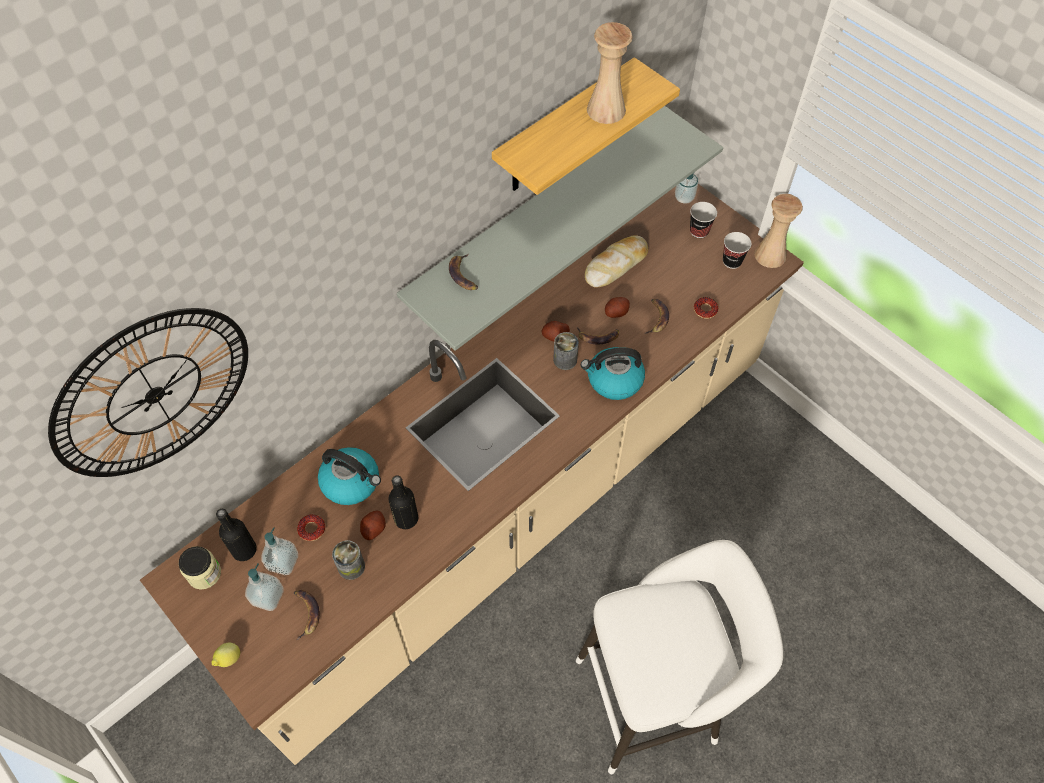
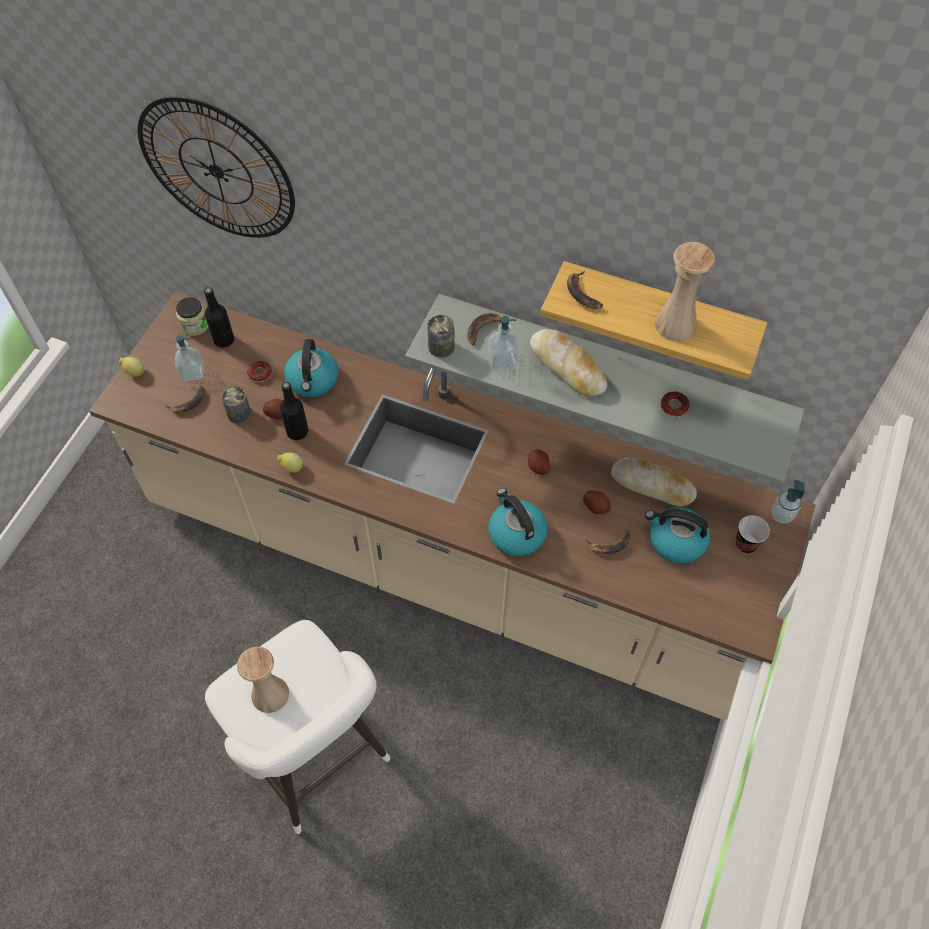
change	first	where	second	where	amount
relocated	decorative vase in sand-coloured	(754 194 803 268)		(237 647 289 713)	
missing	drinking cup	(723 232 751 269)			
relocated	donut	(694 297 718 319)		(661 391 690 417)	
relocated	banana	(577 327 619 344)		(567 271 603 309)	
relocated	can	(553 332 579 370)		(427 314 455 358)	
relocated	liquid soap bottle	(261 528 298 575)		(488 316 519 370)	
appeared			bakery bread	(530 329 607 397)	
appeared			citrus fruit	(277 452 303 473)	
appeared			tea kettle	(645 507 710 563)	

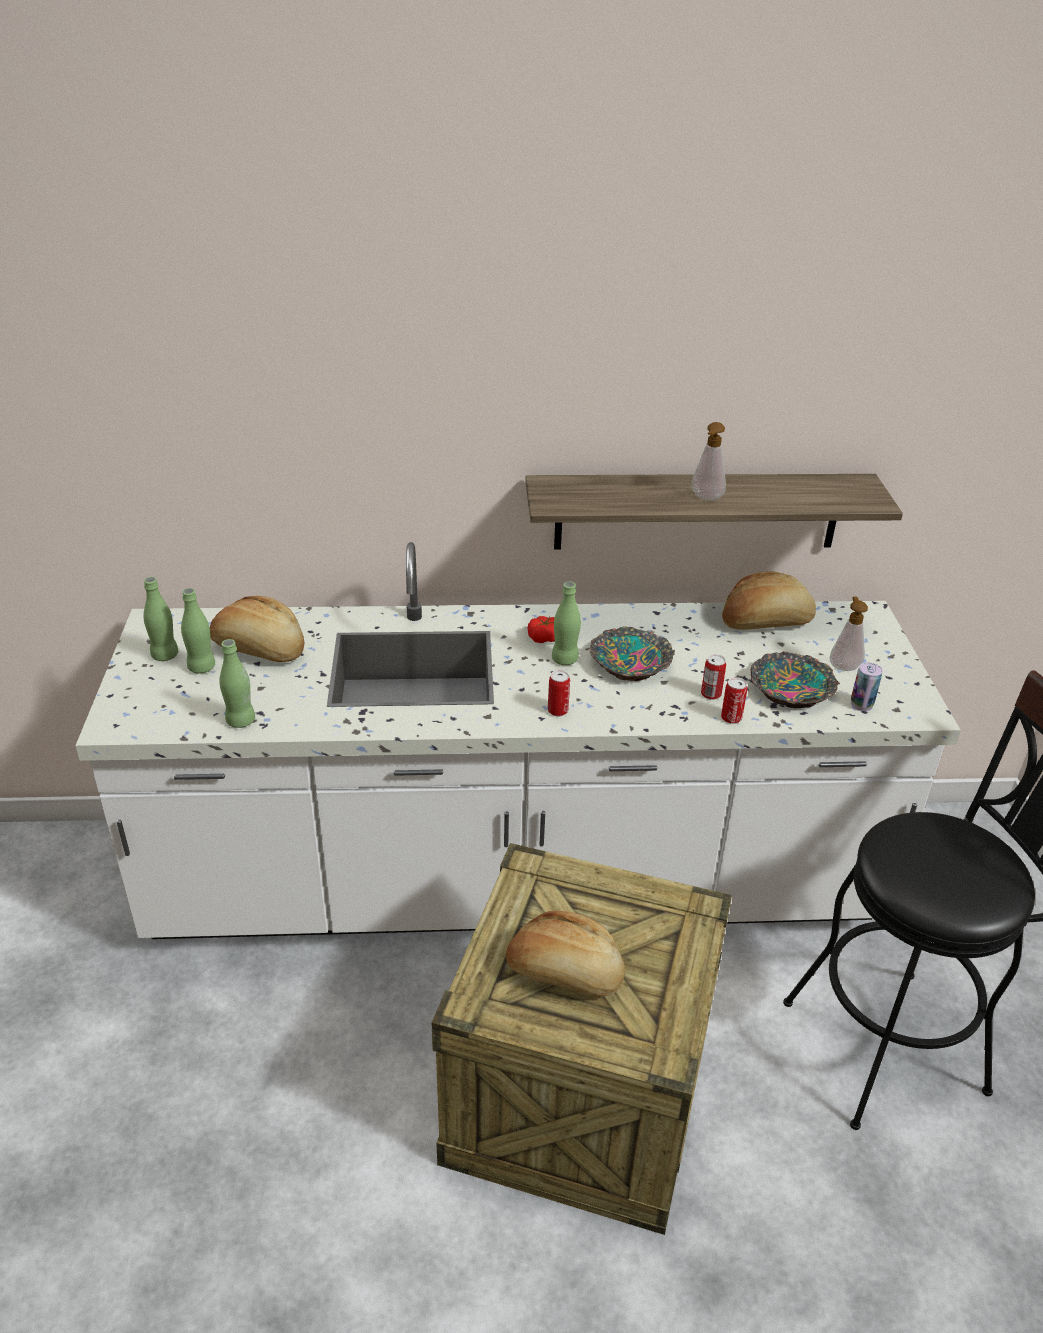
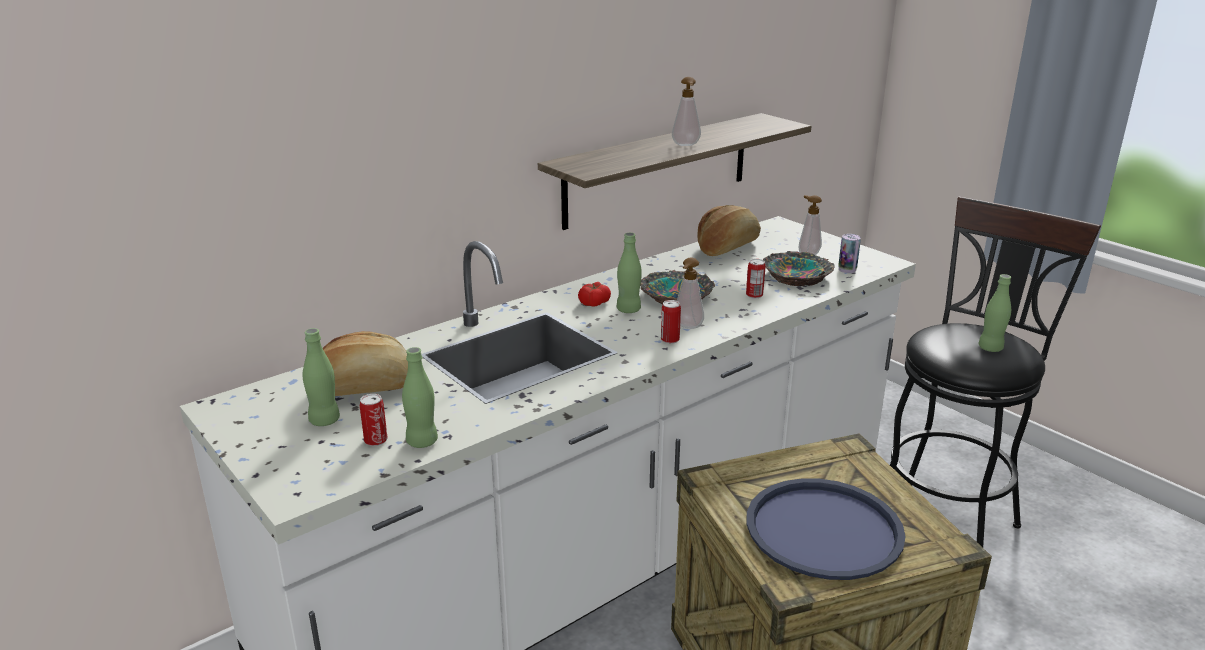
change	first	where	second	where	amount
relocated	bottle in green	(143 577 179 661)		(978 274 1011 352)	
relocated	can	(721 677 747 724)		(360 394 388 446)	
exchanged	bakery bread	(506 911 625 997)	serving tray in blue-coloured	(747 478 906 580)	
appeared			liquid soap bottle	(677 258 704 329)	

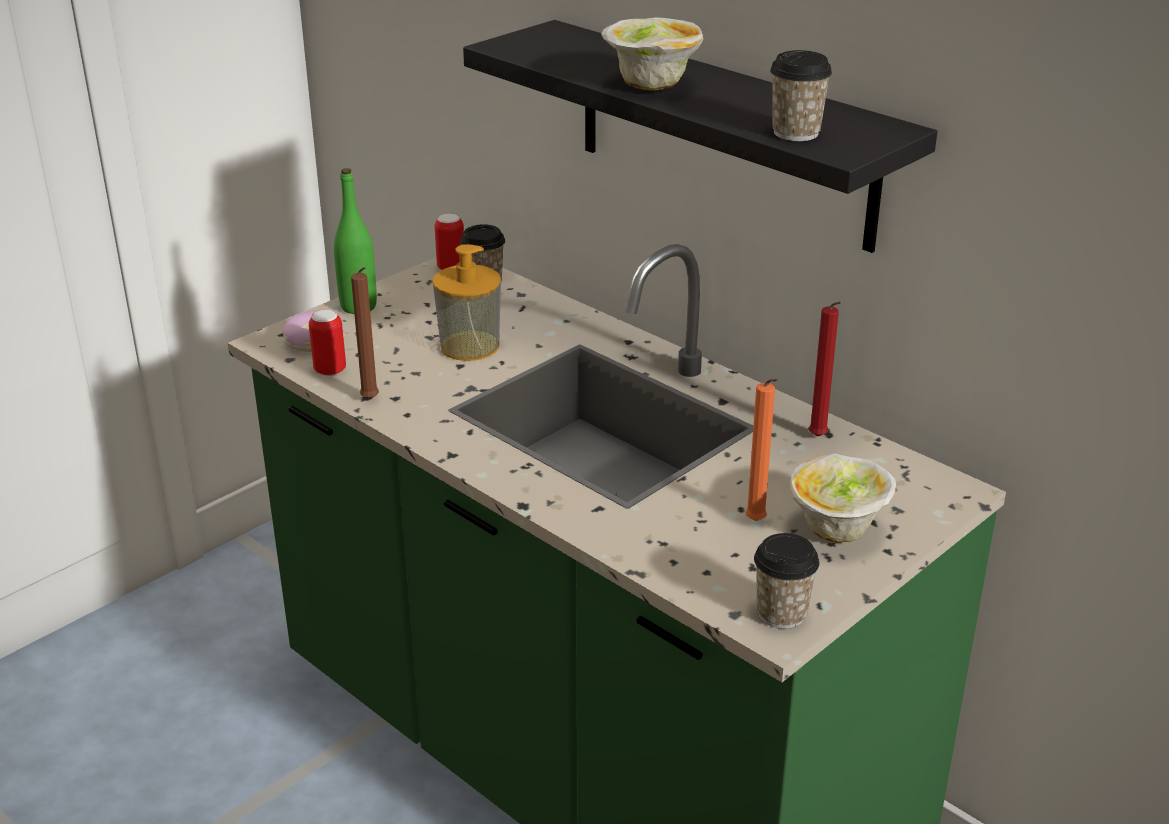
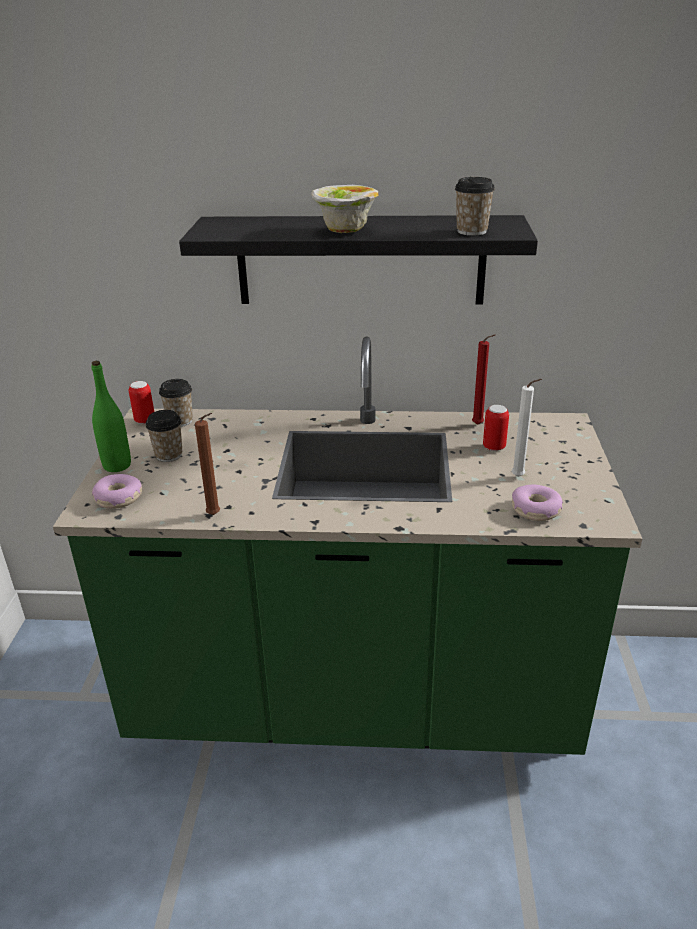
change	first	where	second	where	amount
missing	liquid soap bottle	(433 244 501 361)			
relocated	can	(309 310 346 376)		(483 405 509 451)	
colour	wax light in orange	(745 379 778 521)	wax light in white	(512 379 542 477)	
missing	deep dish	(790 453 896 543)			
relocated	drinking cup	(754 533 819 629)		(146 410 182 462)	
appeared			donut	(512 485 563 521)	

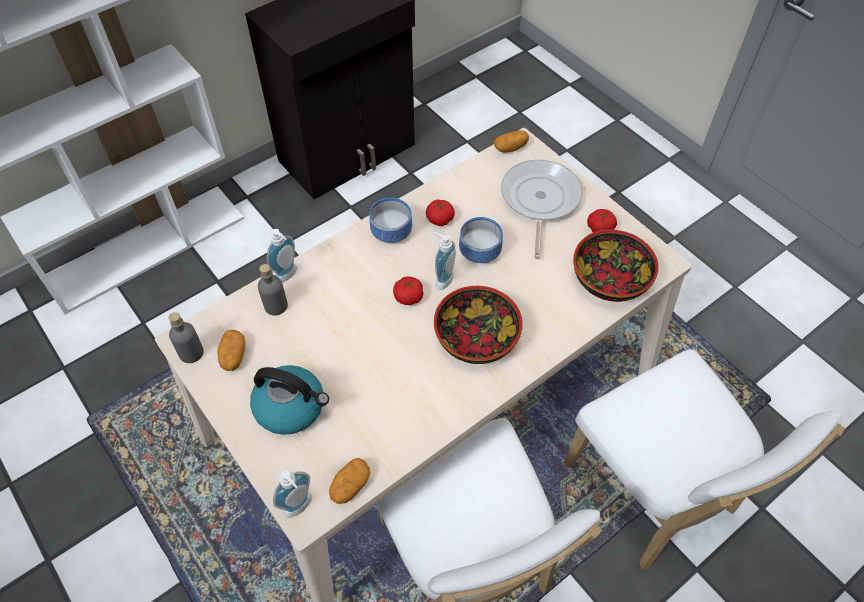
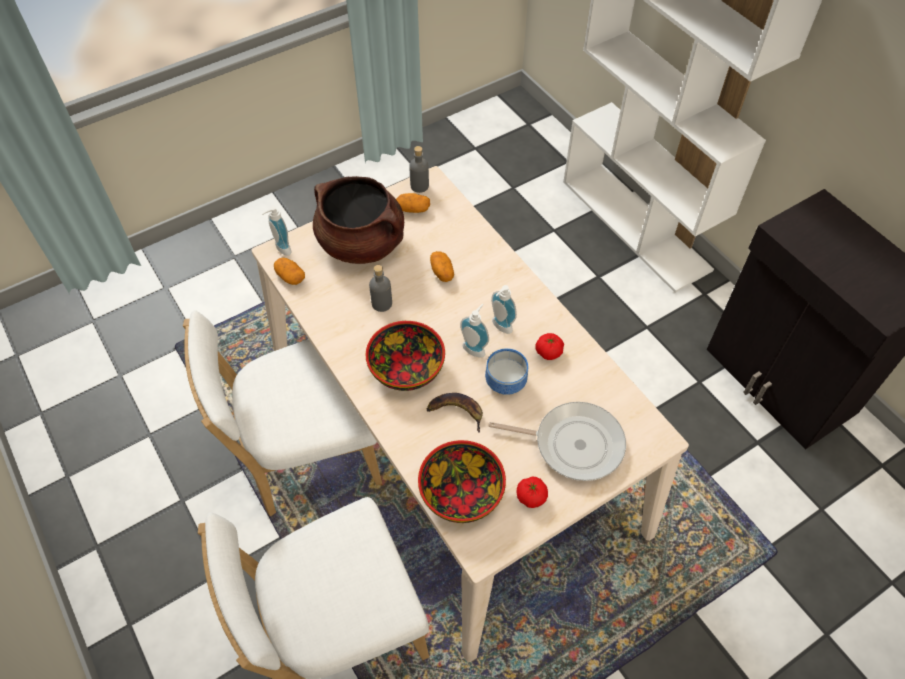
change	first	where	second	where	amount
relocated	potato	(494 130 529 153)		(430 251 454 282)	
missing	deep dish	(369 198 412 243)			
relocated	liquid soap bottle	(267 229 297 283)		(491 285 517 334)	
relocated	bottle in gray	(258 264 288 316)		(369 265 392 312)	
missing	fresh tomato	(393 277 424 305)			
exchanged	tea kettle	(250 365 329 435)	saucepot in brown	(313 176 404 264)	
appeared			banana	(427 393 483 433)	

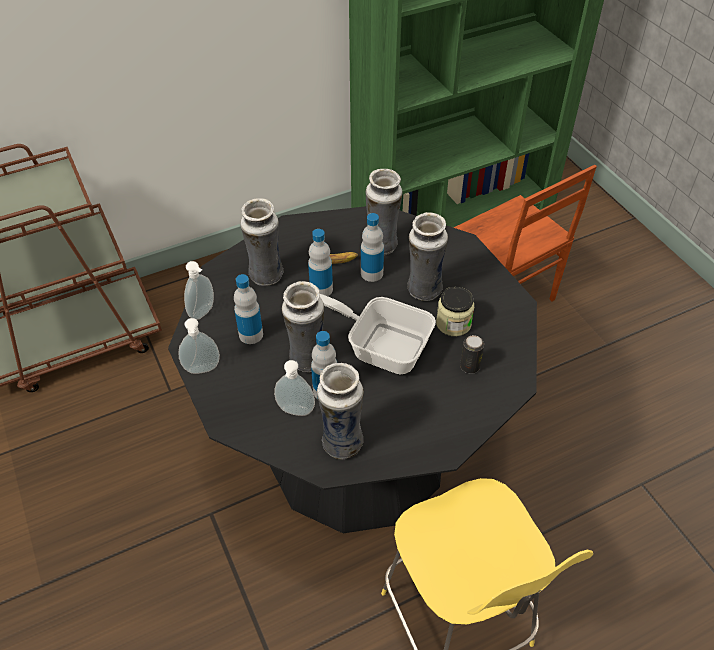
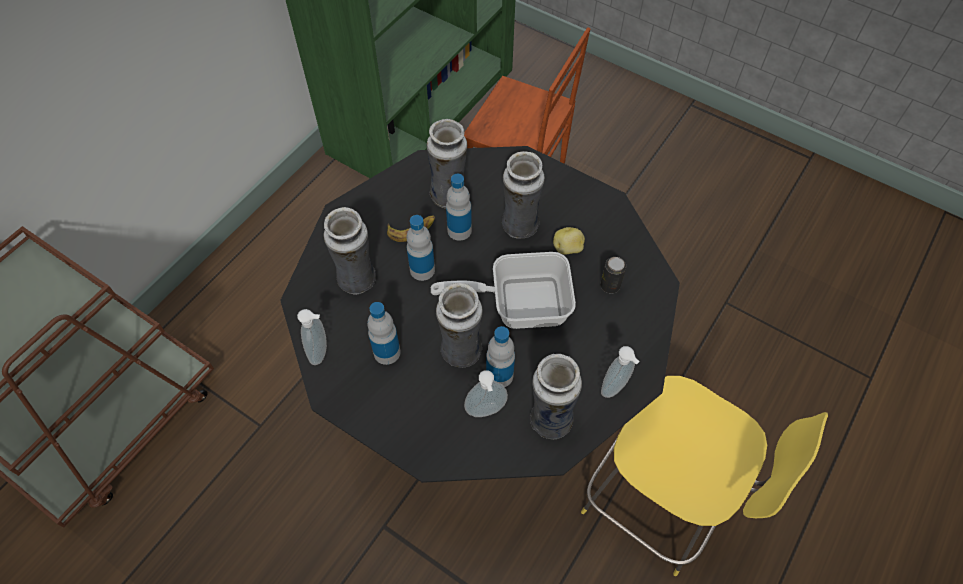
change	first	where	second	where	amount
exchanged	jar	(436 287 474 336)	potato	(553 227 585 255)	
relocated	liquid soap bottle	(178 318 220 374)		(601 346 640 398)	

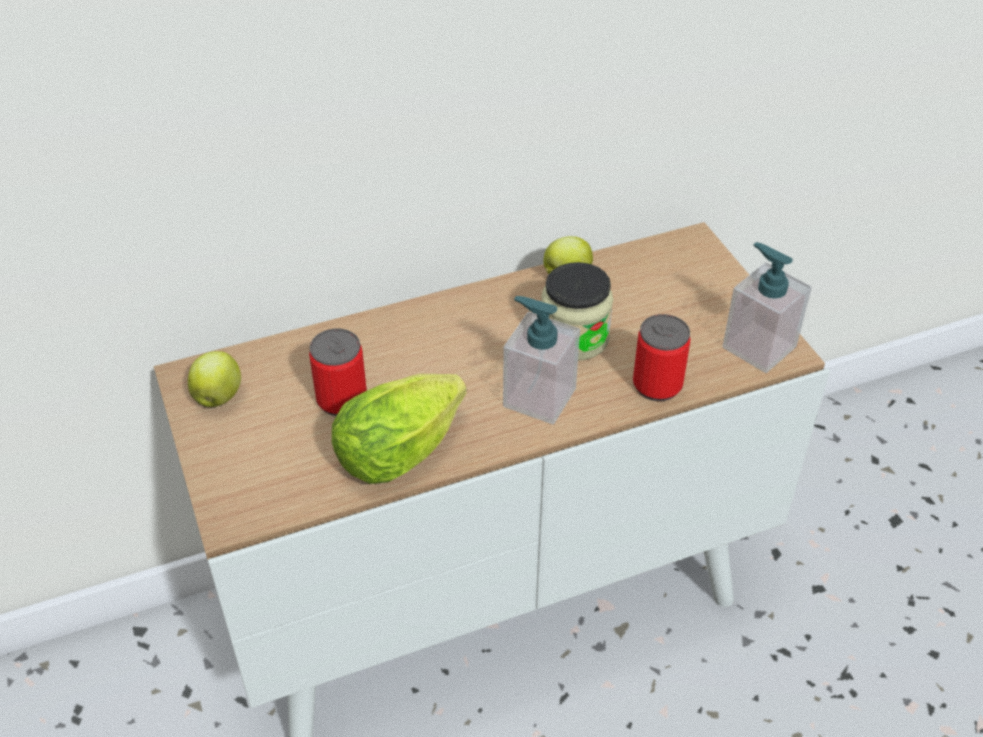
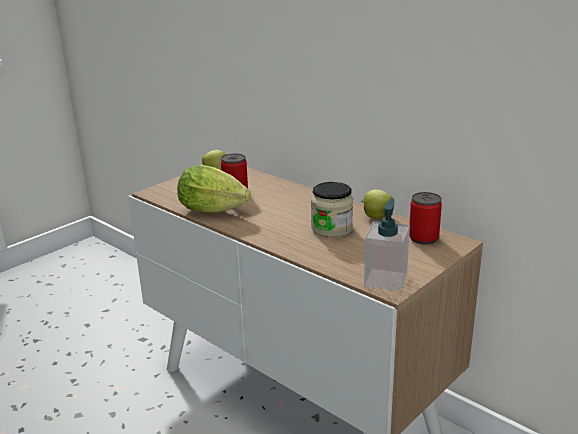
change	first	where	second	where	amount
missing	liquid soap bottle	(503 296 580 424)			
relocated	can	(633 314 691 401)		(409 192 442 245)	

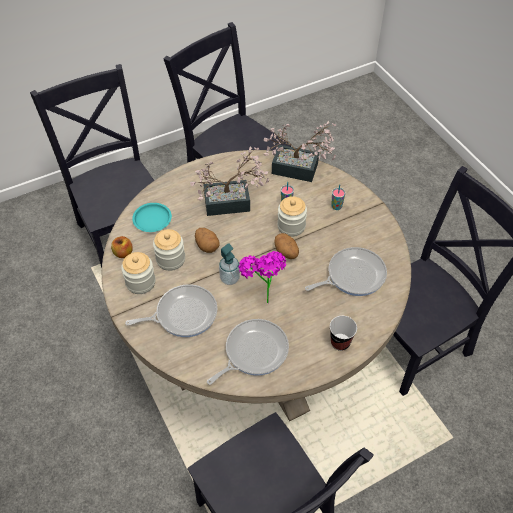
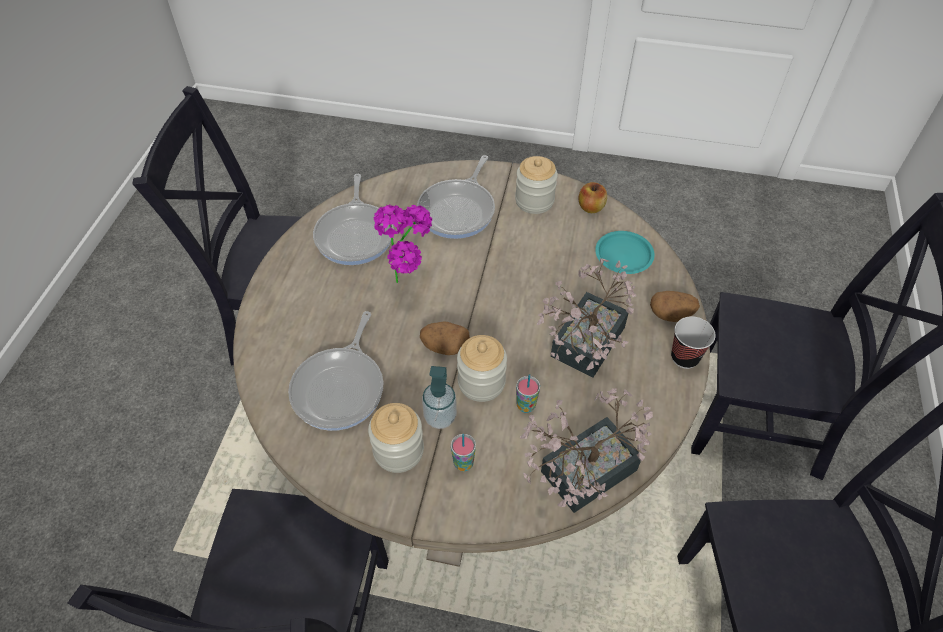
change	first	where	second	where	amount
relocated	potato	(195 228 220 253)		(650 291 700 322)	
relocated	jar	(153 229 185 271)		(368 403 424 473)	
relocated	liquid soap bottle	(219 243 240 285)		(422 366 457 429)	
relocated	drinking cup	(330 316 357 351)		(671 316 715 369)	

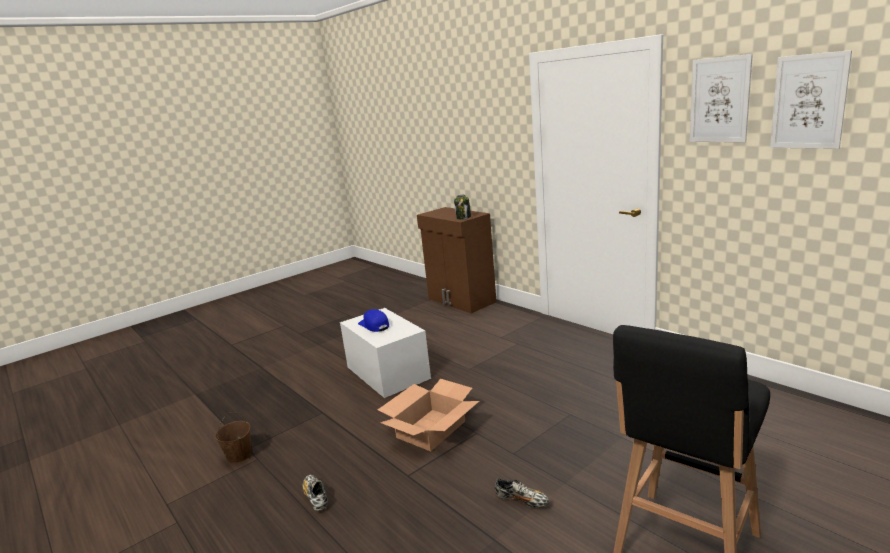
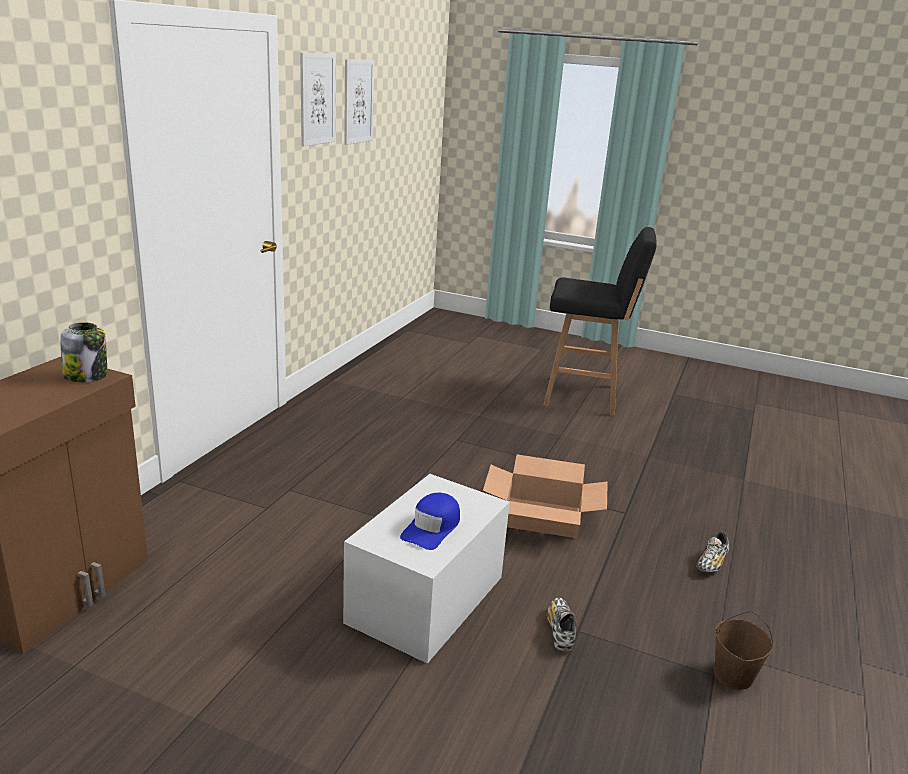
change	first	where	second	where	amount
relocated	low shoe	(495 478 549 507)		(547 597 576 652)	

